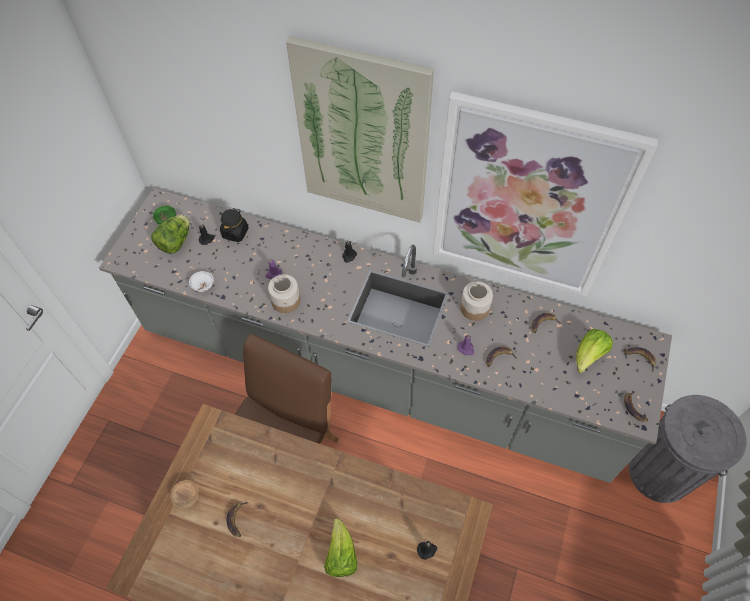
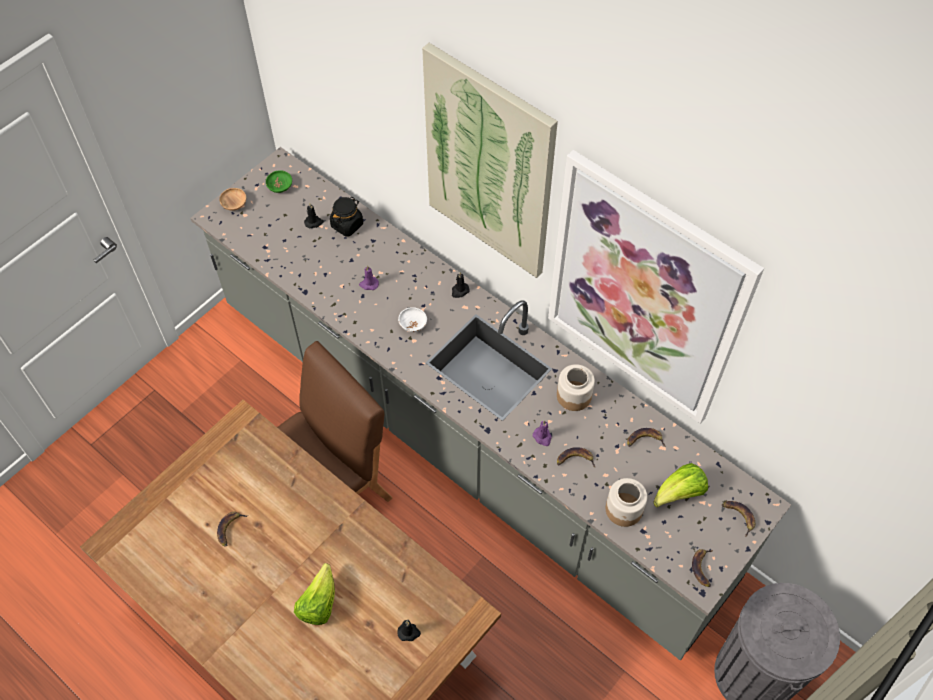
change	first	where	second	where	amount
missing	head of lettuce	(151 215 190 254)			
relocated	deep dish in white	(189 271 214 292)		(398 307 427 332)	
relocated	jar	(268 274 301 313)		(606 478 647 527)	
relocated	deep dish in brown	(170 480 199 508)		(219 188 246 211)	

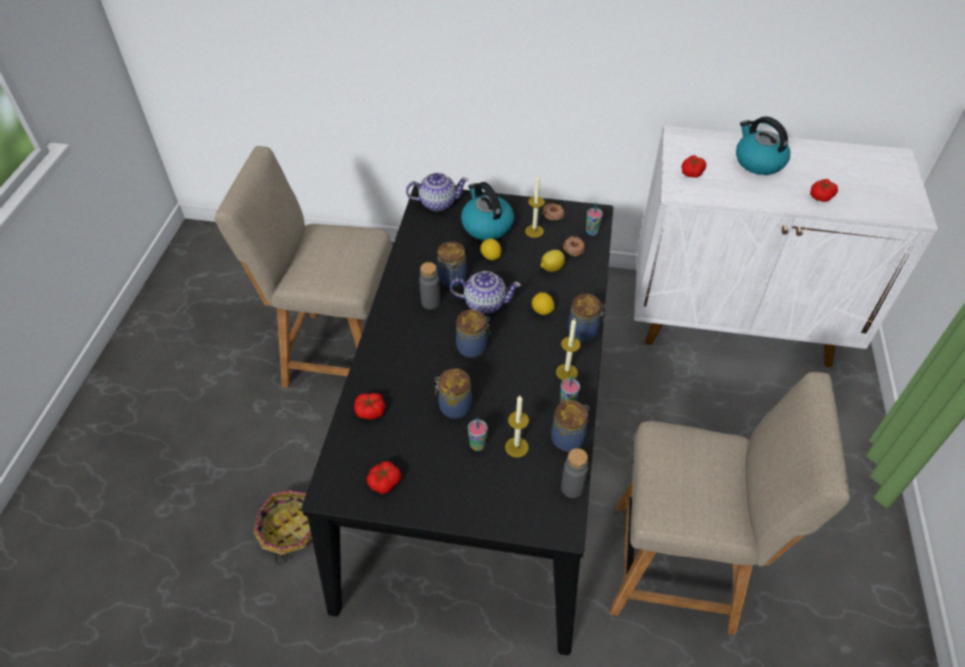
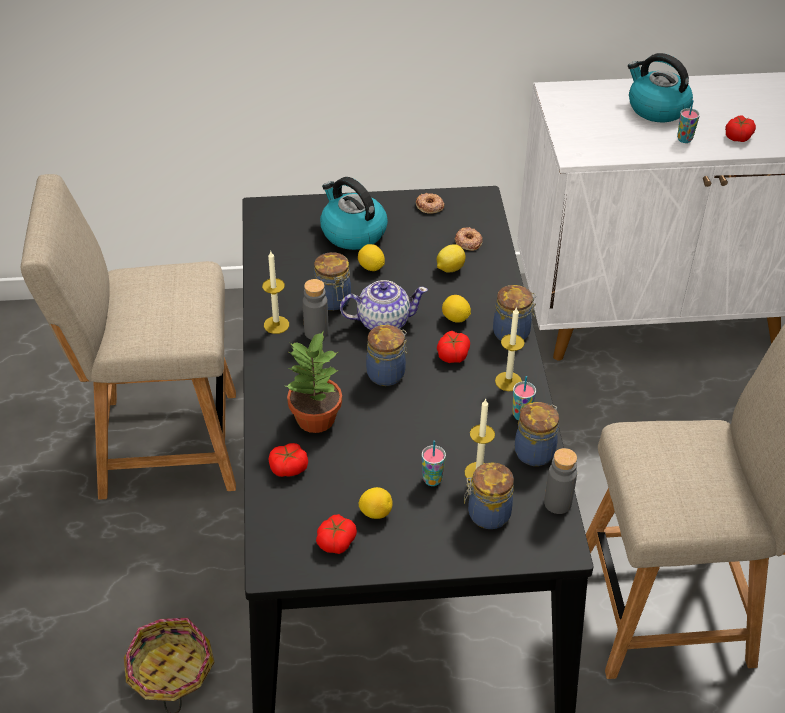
change	first	where	second	where	amount
relocated	fresh tomato	(681 155 706 178)		(437 331 470 363)	
missing	pot for tea	(406 173 468 211)			
relocated	wax light	(525 176 545 238)		(262 251 289 334)	
relocated	drinking cup	(586 203 603 236)		(677 100 700 143)	
relocated	jar	(435 368 472 419)		(464 462 514 529)	
appeared			plant in a pot	(286 331 342 433)	
appeared			citrus fruit	(359 487 392 519)	

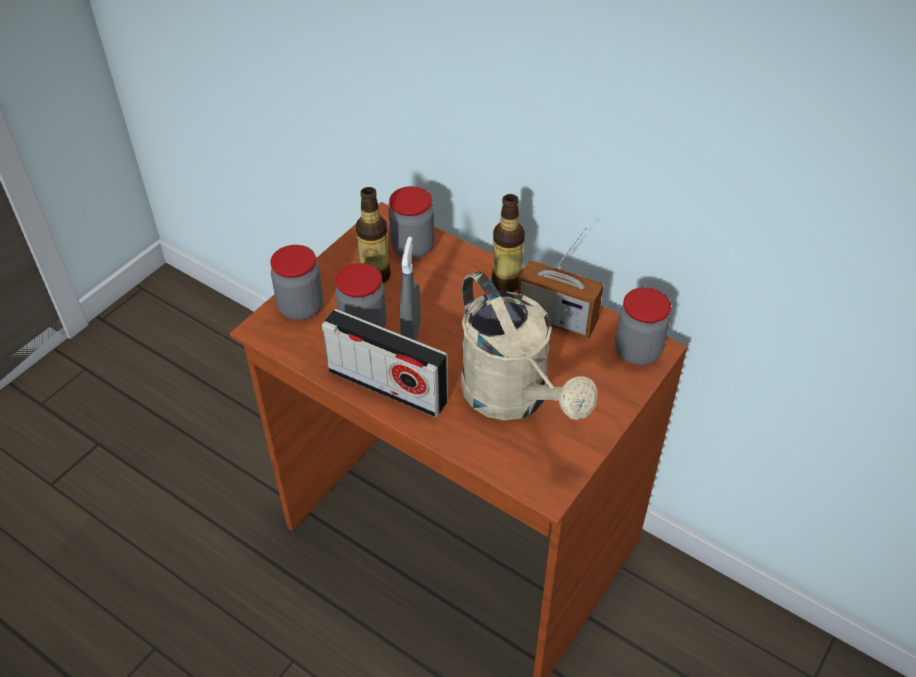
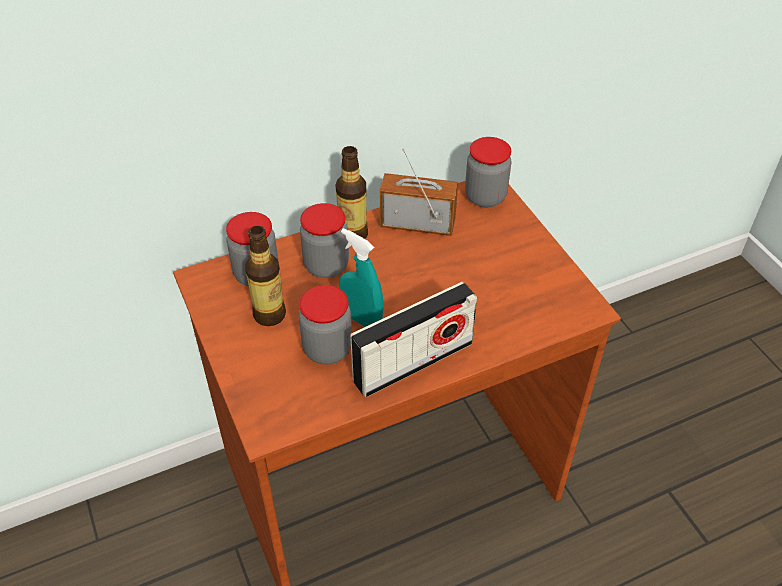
change	first	where	second	where	amount
spun	radio	(517 227 604 338)		(380 148 458 236)	135 degrees counterclockwise
colour	spray bottle in gray	(400 237 421 341)	spray bottle in turquoise-coloured	(339 228 384 327)	
relocated	jar	(270 245 323 320)		(300 203 349 278)	
missing	watering can in sand-coloured	(461 271 597 421)			

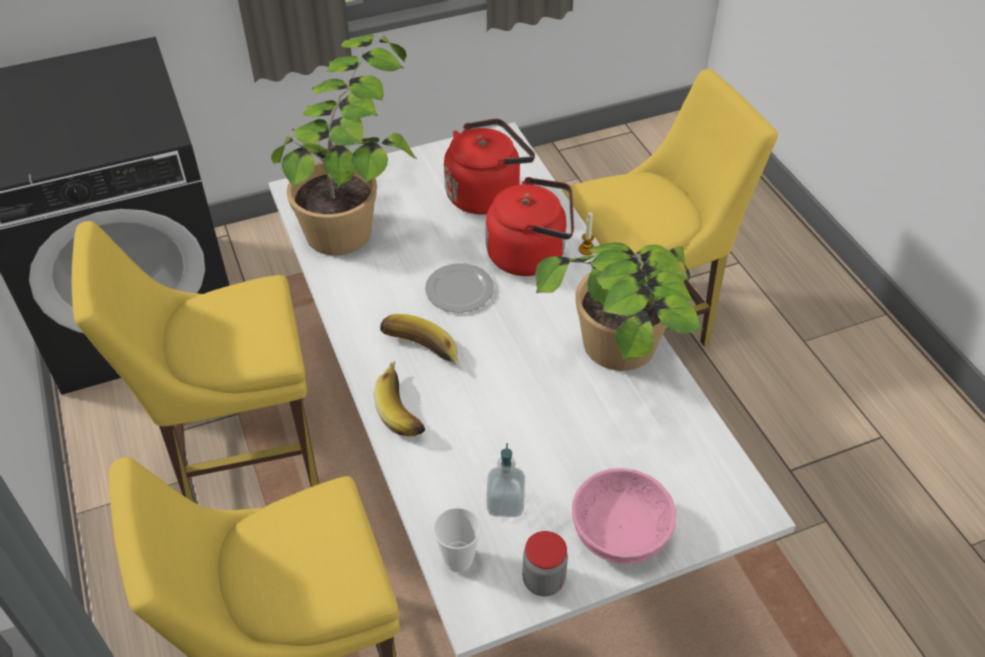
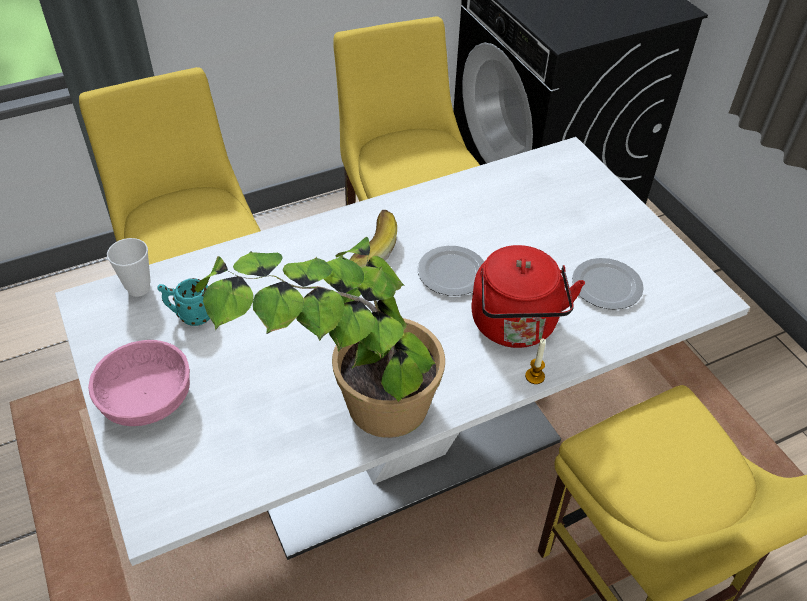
change	first	where	second	where	amount
missing	plant in a pot	(271 34 418 255)			
exchanged	tea kettle in red	(444 119 535 215)	plate	(572 258 644 310)	
missing	banana	(374 361 425 436)			
exchanged	liquid soap bottle	(487 443 525 517)	mug in turquoise-coloured	(157 278 210 326)	
missing	jar	(522 531 568 597)			

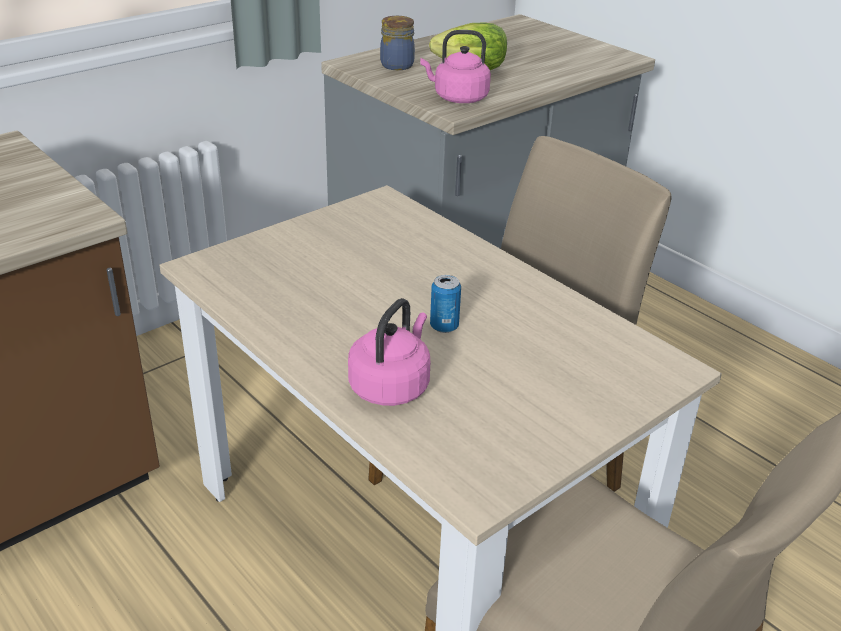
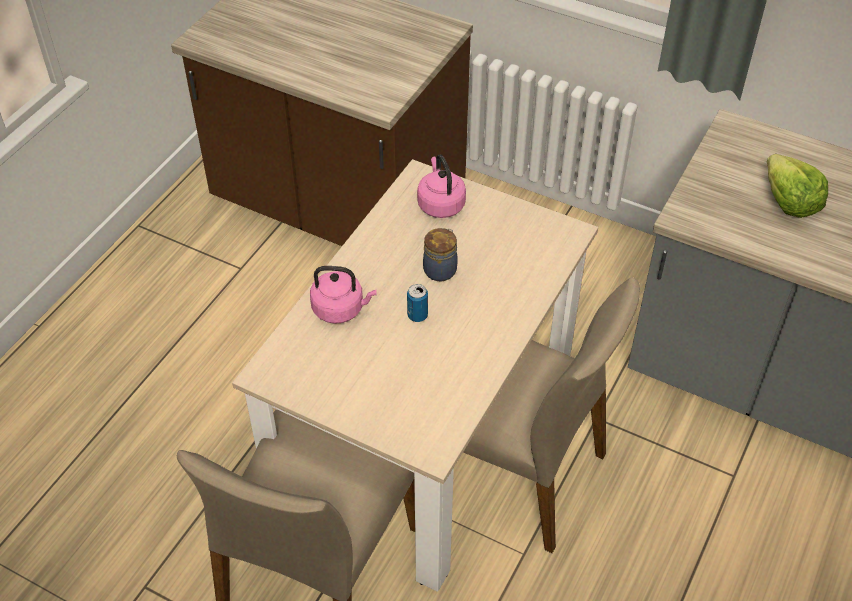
change	first	where	second	where	amount
relocated	jar	(380 16 415 70)		(423 228 458 281)	
relocated	tea kettle in pink	(420 30 491 103)		(417 155 466 218)	

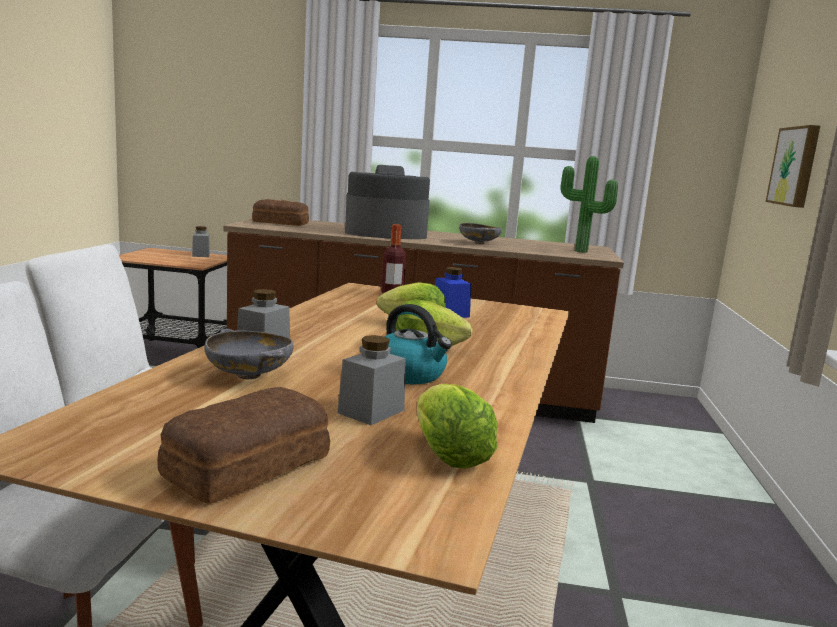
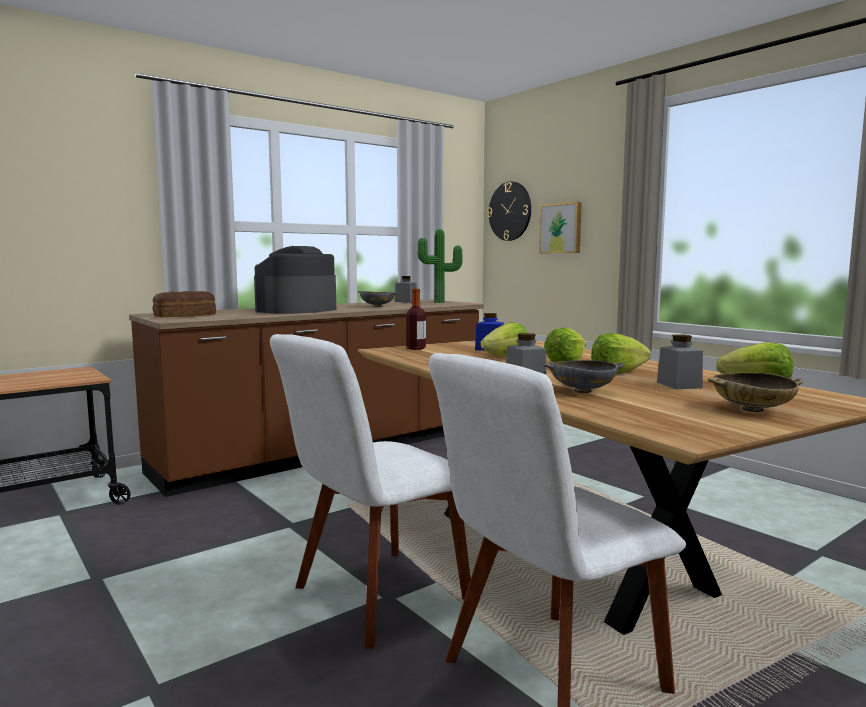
change	first	where	second	where	amount
relocated	jar in gray	(192 226 210 257)		(395 276 417 303)	
exchanged	tea kettle	(385 304 452 384)	head of lettuce	(591 333 651 374)	
exchanged	bakery bread	(157 387 330 504)	deep dish in sand-coloured	(708 372 803 412)	
appeared			wall clock	(487 181 531 241)	

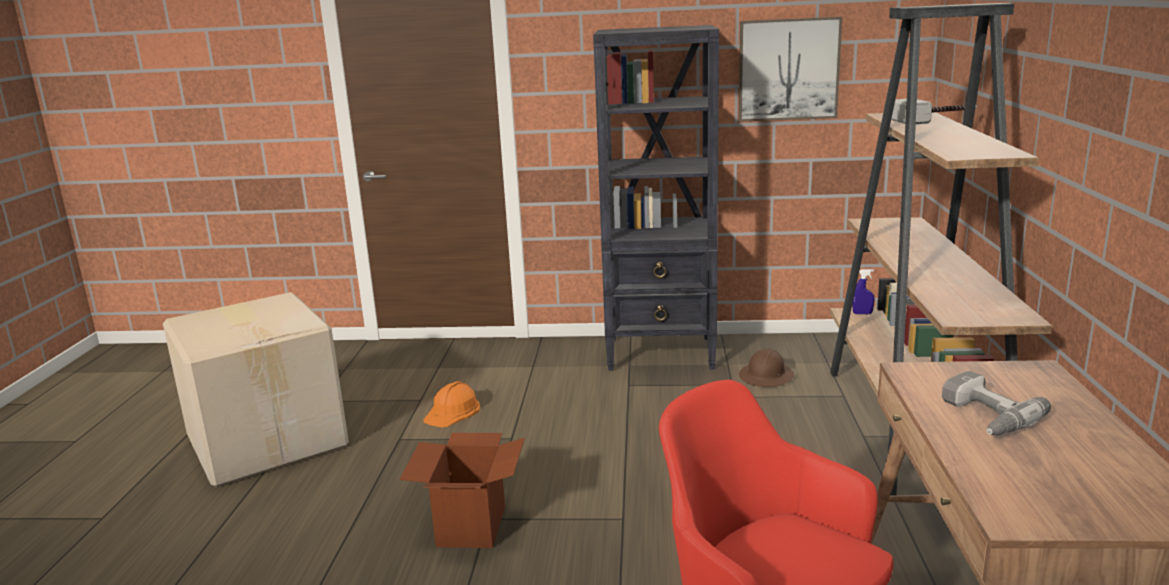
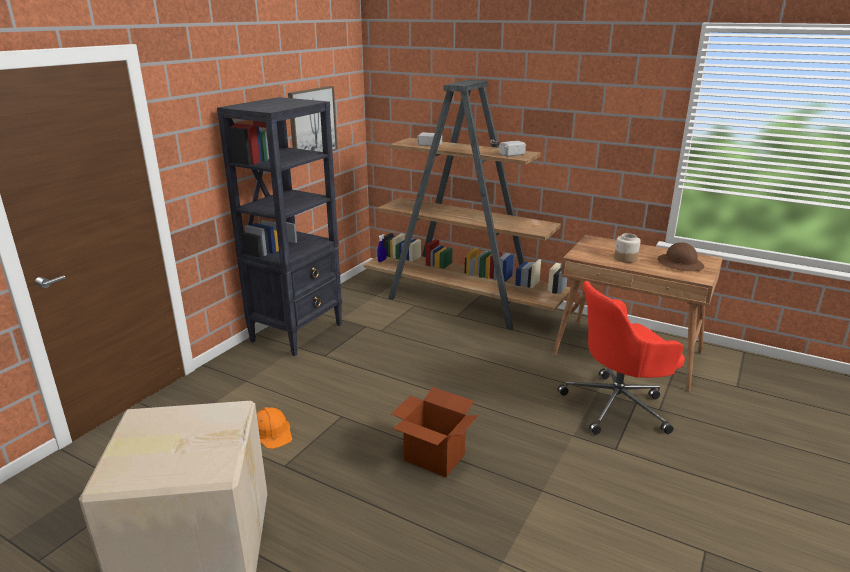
change	first	where	second	where	amount
relocated	hard hat in brown	(739 349 794 387)		(657 242 704 271)	
exchanged	drill	(942 371 1051 435)	jar	(614 233 640 263)	
appeared			tool hammer	(490 140 526 157)	

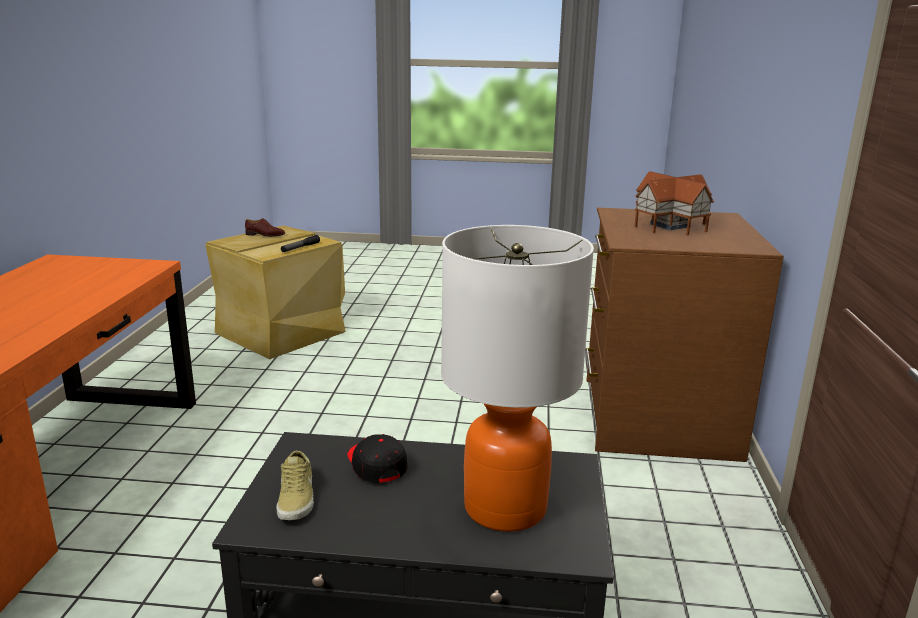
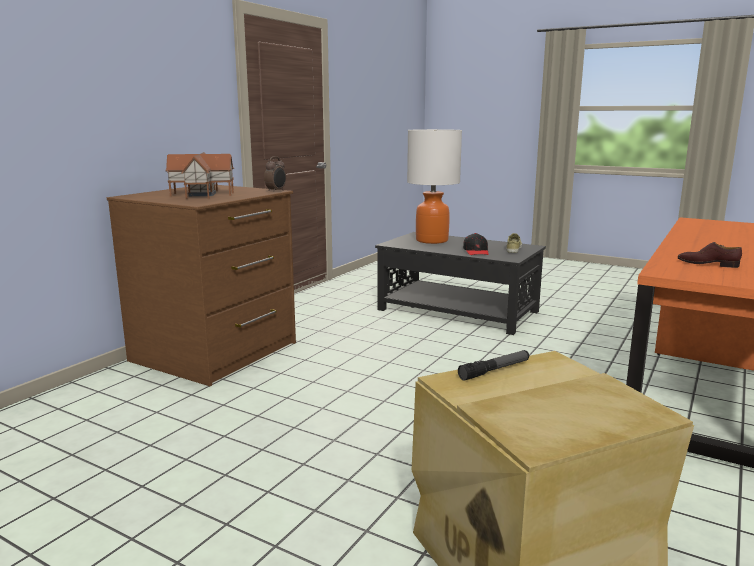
change	first	where	second	where	amount
relocated	low shoe in brown	(245 218 285 237)		(677 242 742 268)	
appeared			bedside clock	(264 156 286 192)	

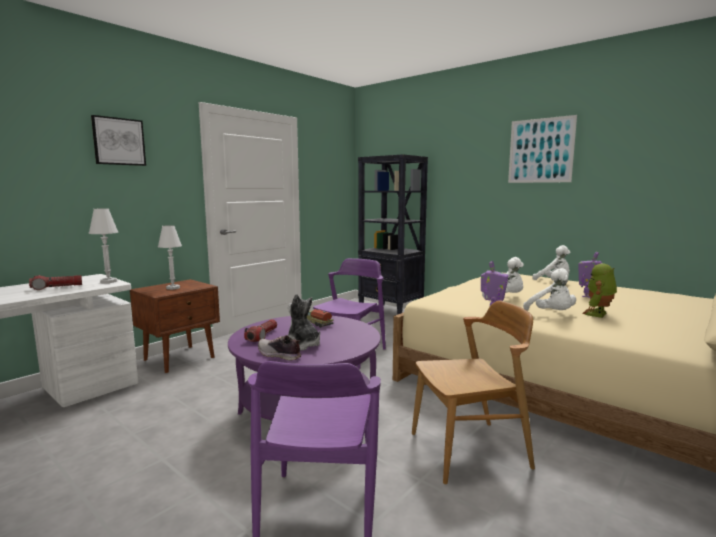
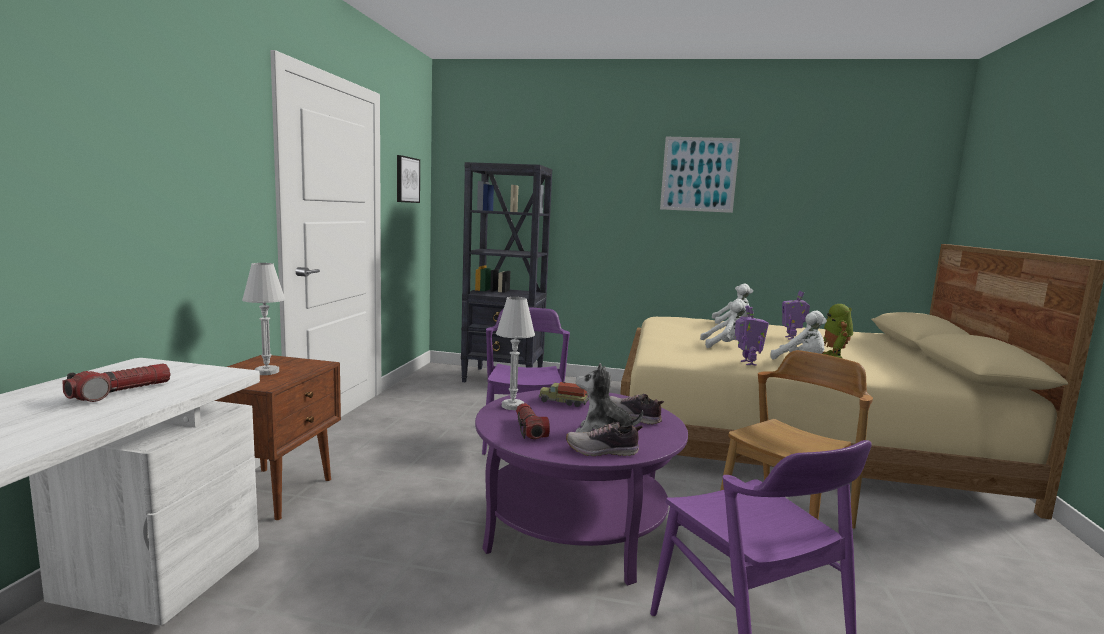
change	first	where	second	where	amount
relocated	wall picture	(91 115 146 166)		(397 155 420 203)	
relocated	table lamp in white	(89 208 118 283)		(496 297 535 410)	
appeared			low shoe	(610 394 664 425)	

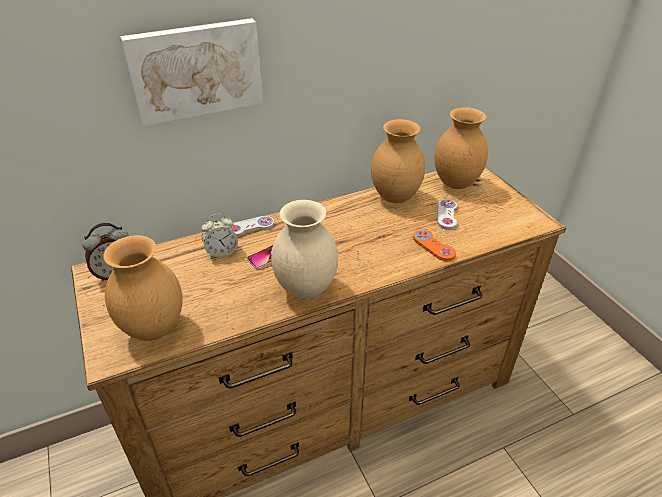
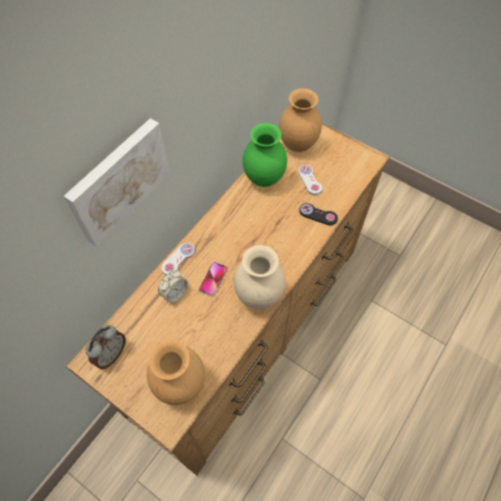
change	first	where	second	where	amount
colour	decorative vase in brown	(371 119 425 203)	decorative vase in green	(243 123 287 187)	
colour	gamepad in orange	(413 230 456 261)	gamepad in black	(299 203 338 225)	

